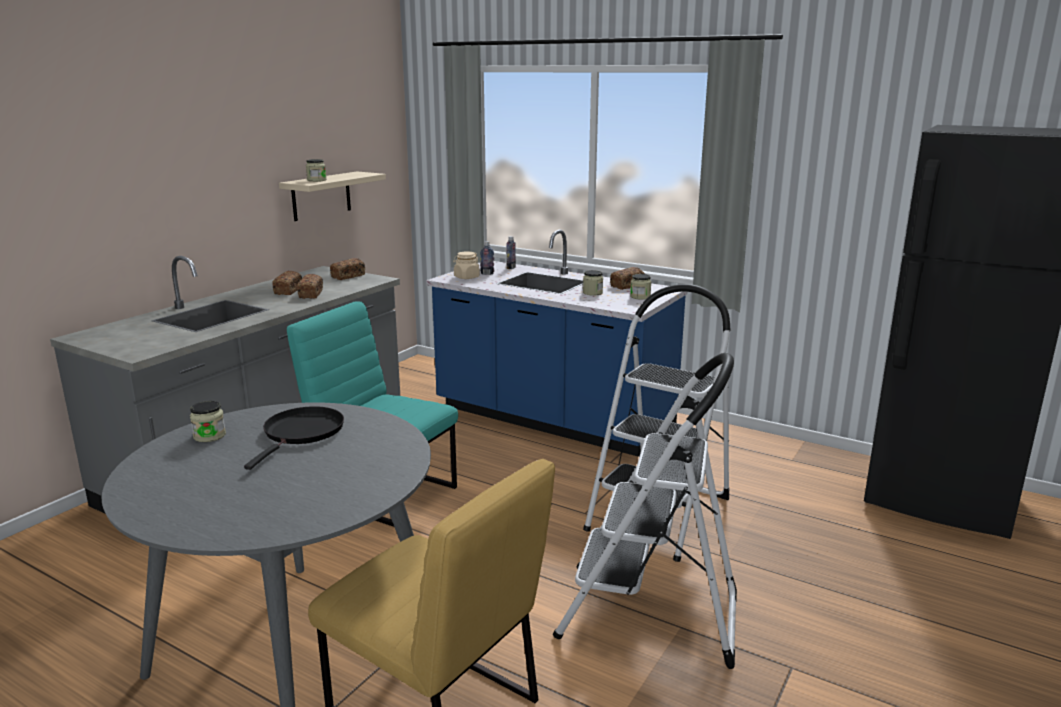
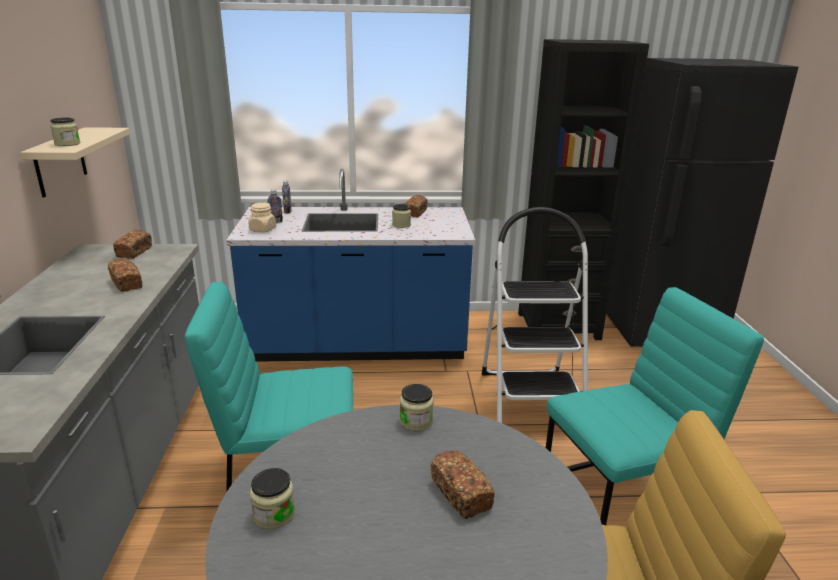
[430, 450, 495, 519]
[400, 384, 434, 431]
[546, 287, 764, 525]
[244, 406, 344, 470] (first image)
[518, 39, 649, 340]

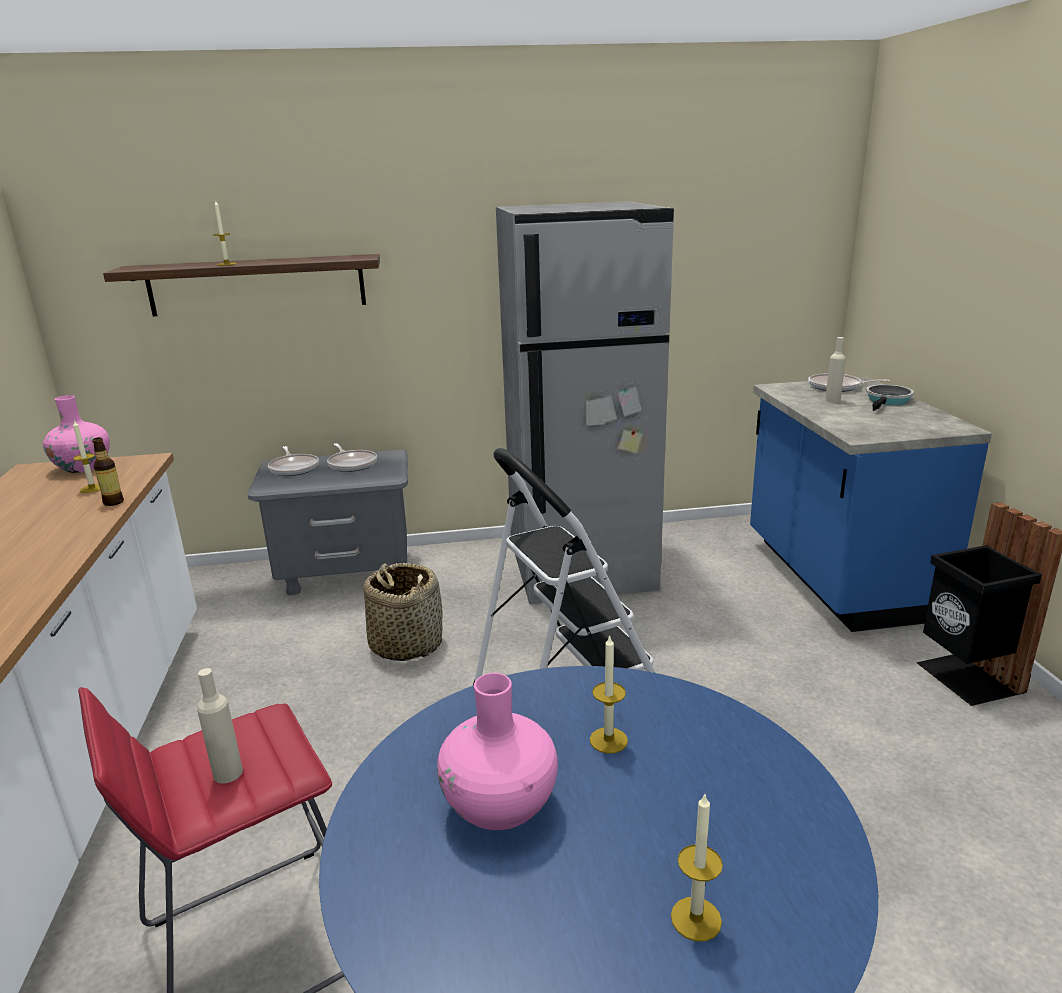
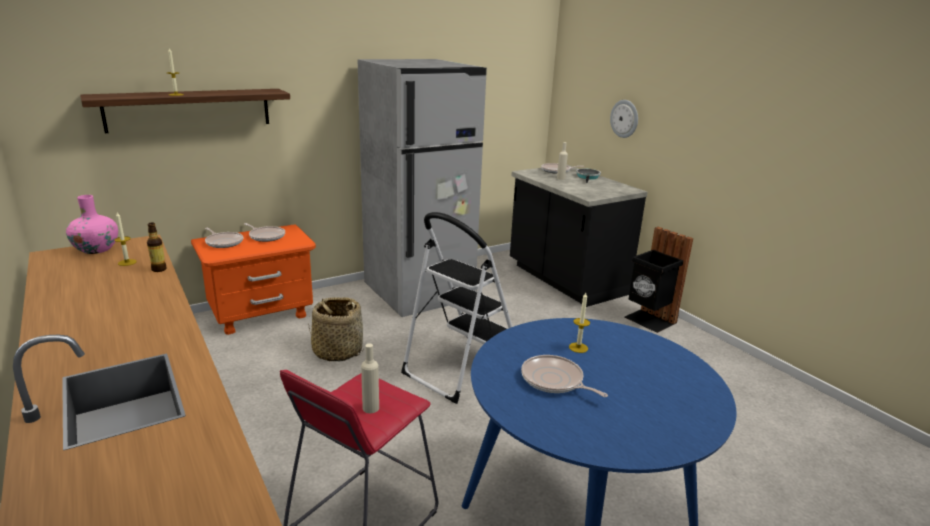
[510, 165, 648, 307]
[191, 224, 316, 335]
[521, 355, 608, 397]
[671, 794, 723, 941] (first image)
[610, 100, 638, 138]

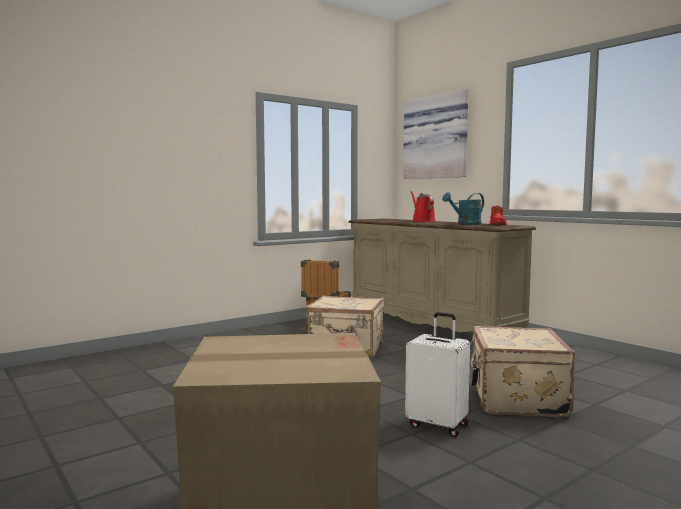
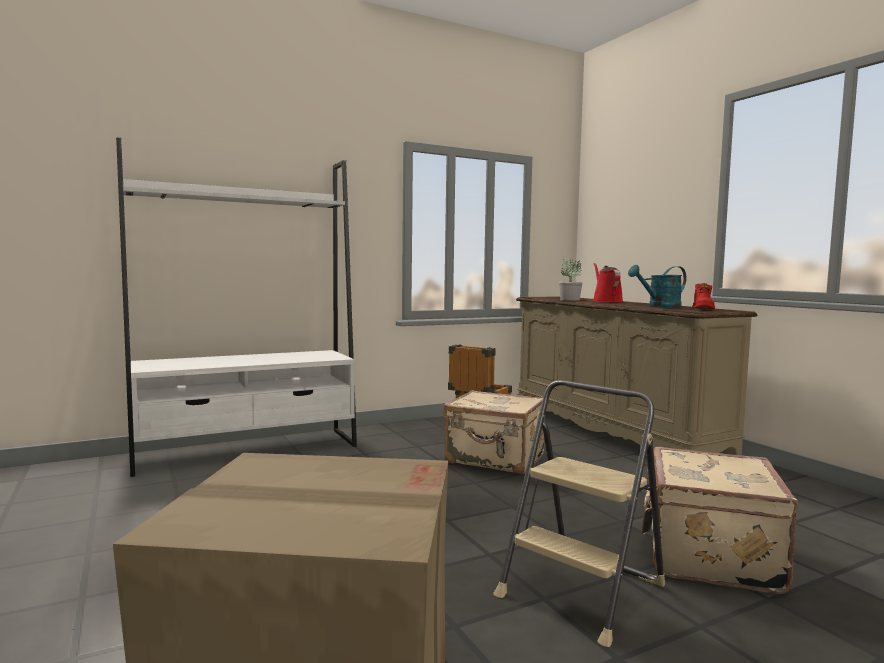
[403, 89, 468, 179] (first image)
[493, 380, 665, 647]
[116, 137, 357, 477]
[559, 259, 582, 301]

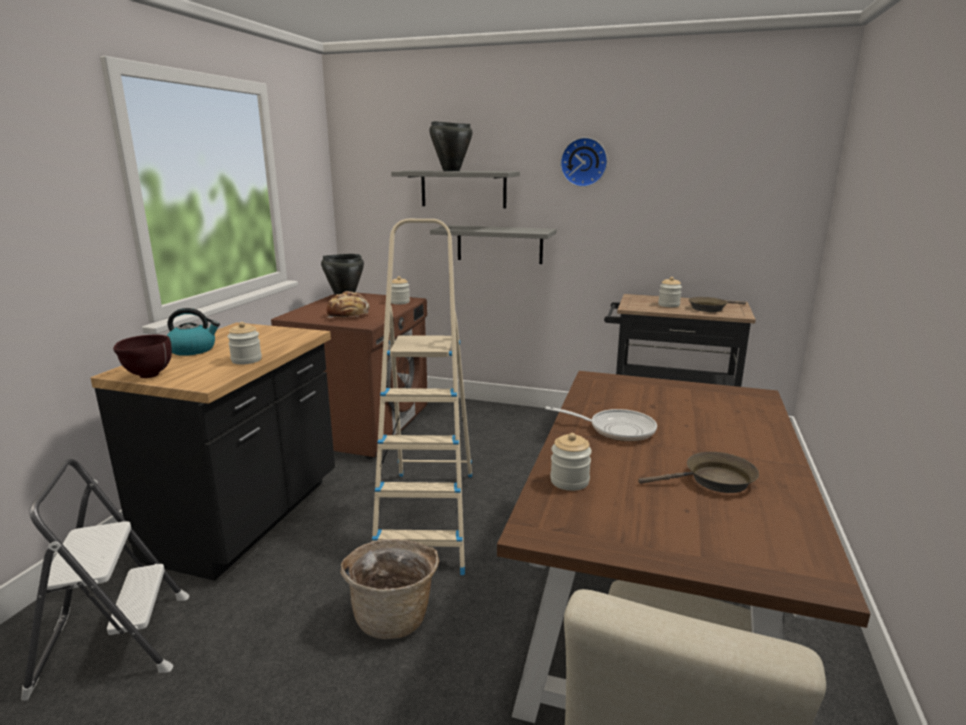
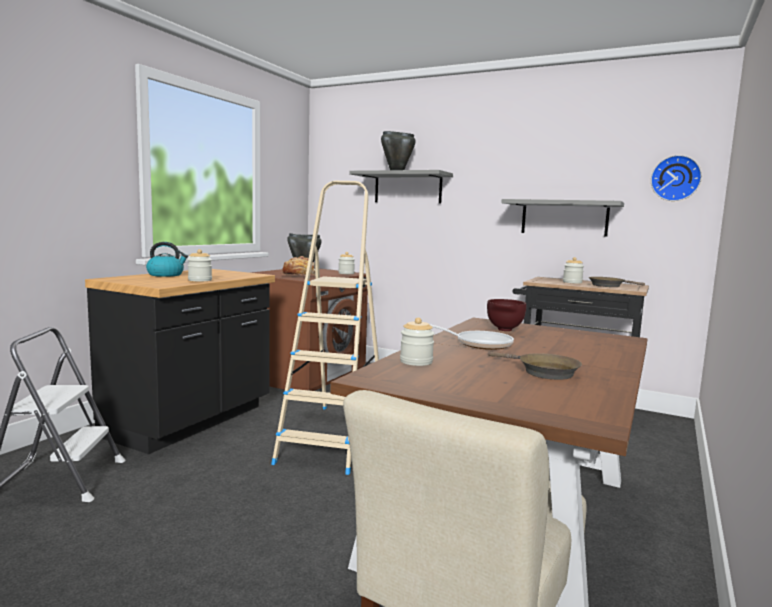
[651, 155, 702, 201]
[501, 199, 624, 237]
[487, 299, 526, 331]
[488, 352, 582, 380]
[340, 539, 439, 639] (first image)

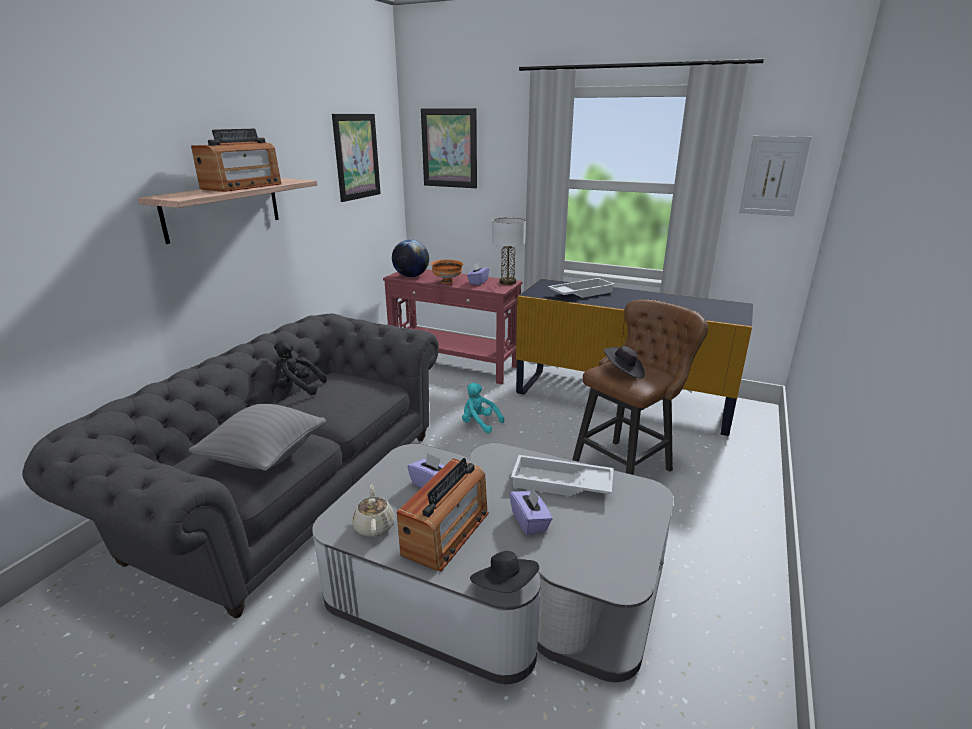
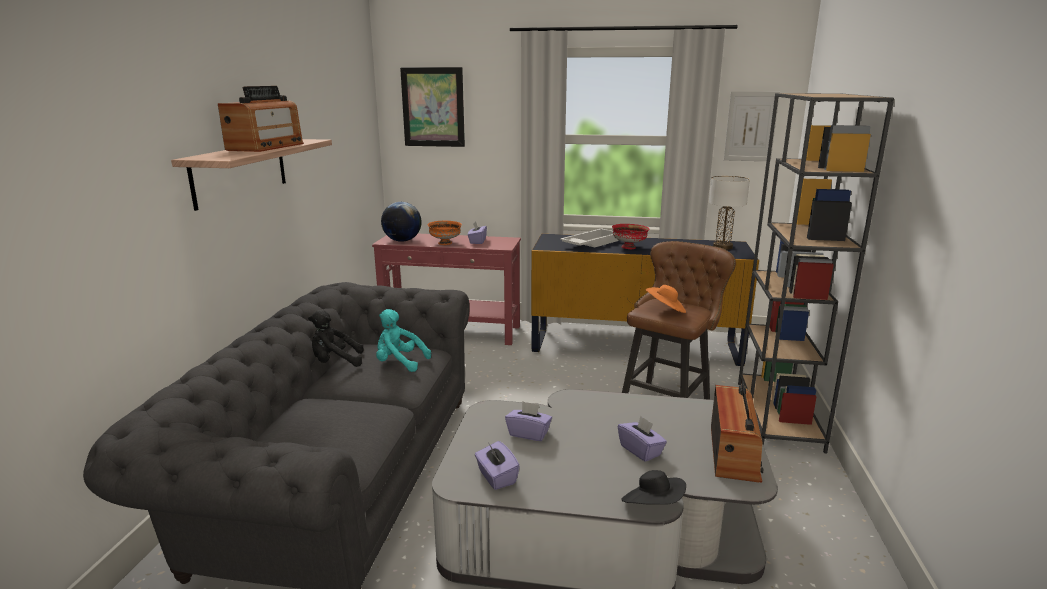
[332, 114, 381, 202] (first image)
[709, 176, 750, 250]
[645, 285, 686, 313]
[376, 309, 431, 372]
[189, 404, 326, 471] (first image)
[511, 455, 614, 496] (first image)
[711, 379, 763, 483]
[475, 441, 520, 490]
[738, 93, 894, 454]
[612, 224, 649, 249]

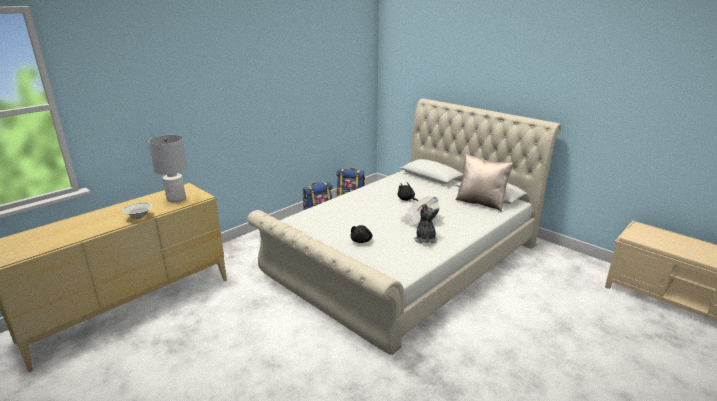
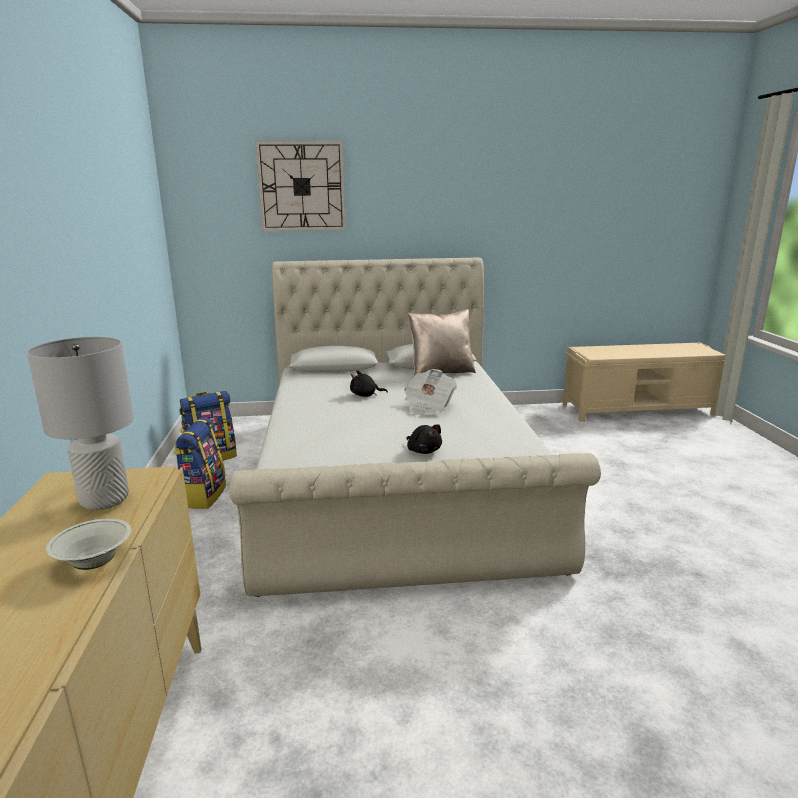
[414, 203, 439, 243] (first image)
[255, 141, 346, 231]

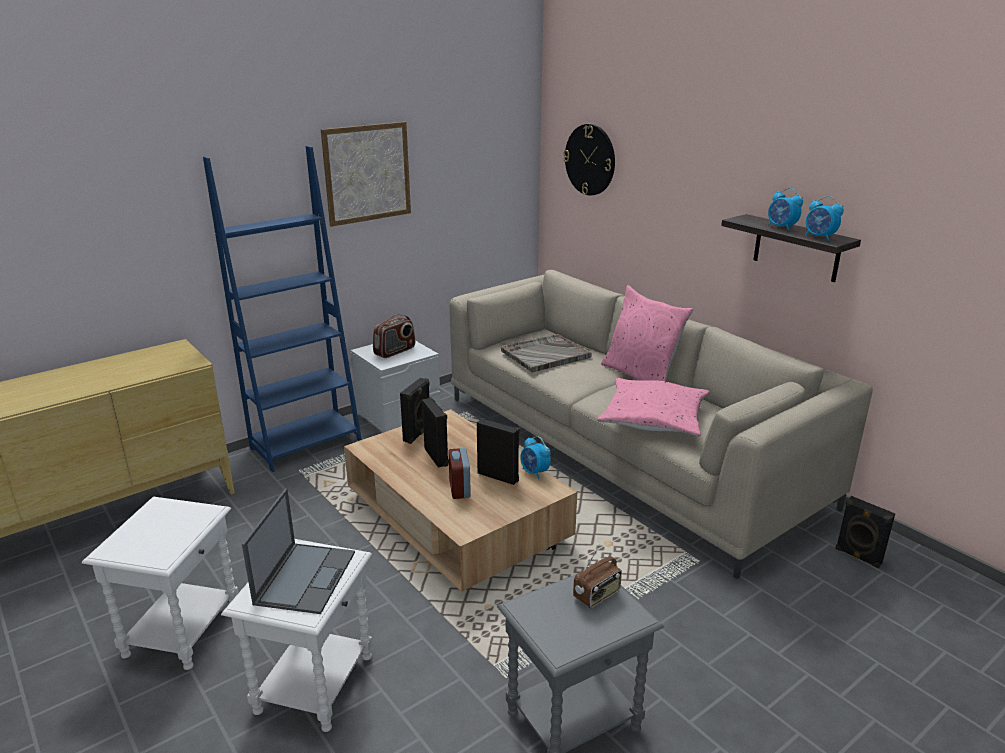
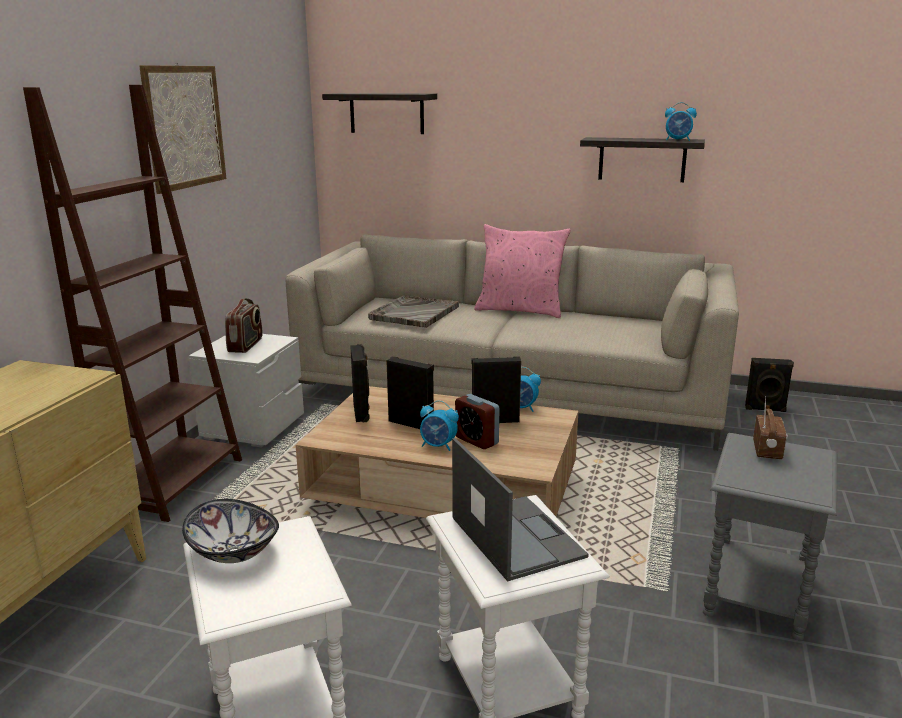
[322, 93, 437, 134]
[23, 85, 242, 522]
[420, 400, 459, 451]
[597, 378, 710, 436] (first image)
[182, 499, 279, 563]

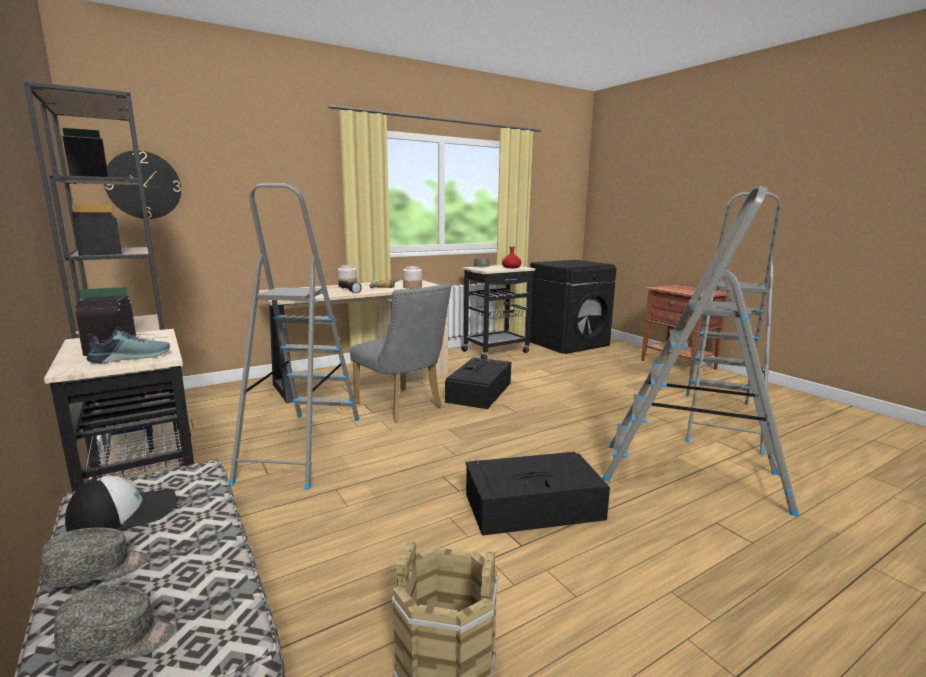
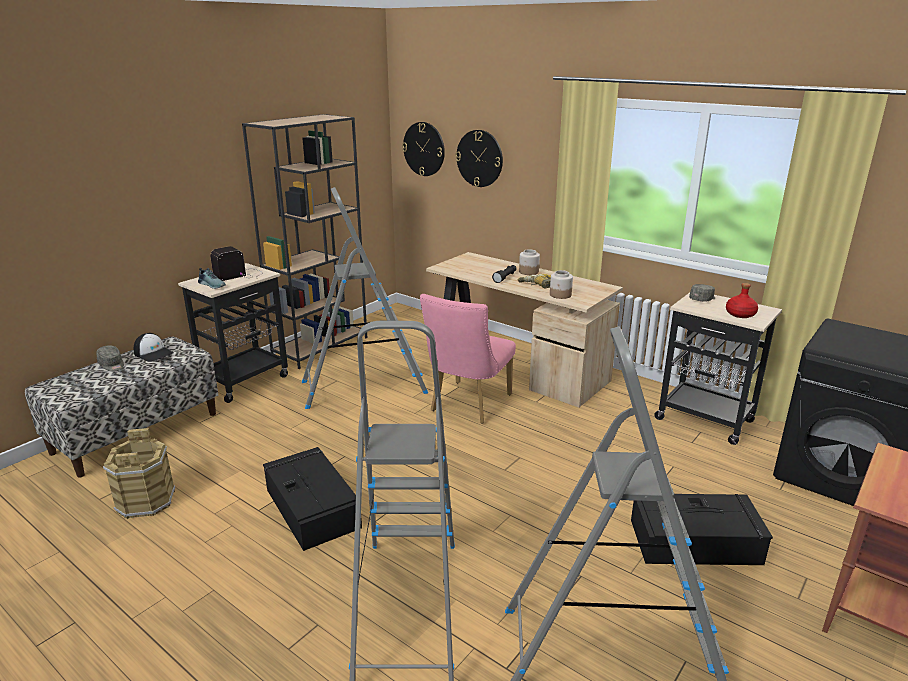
[420, 294, 516, 424]
[631, 494, 773, 565]
[54, 585, 174, 662] (first image)
[456, 130, 503, 187]

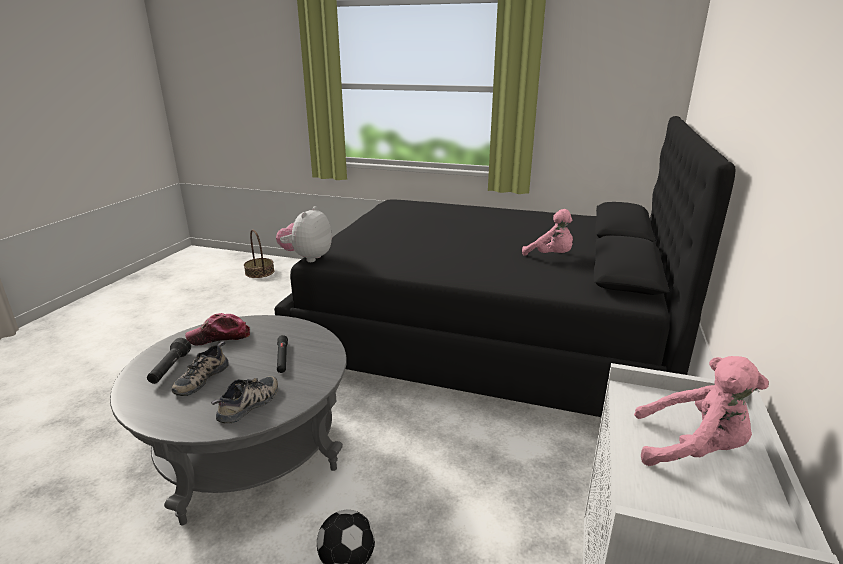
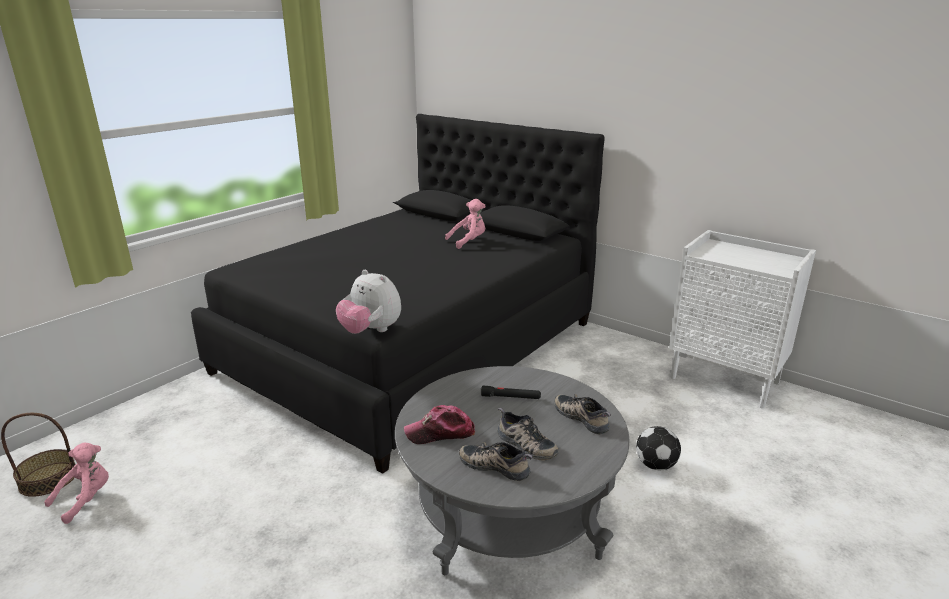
[404, 405, 475, 444]
[459, 442, 533, 481]
[44, 443, 109, 524]

